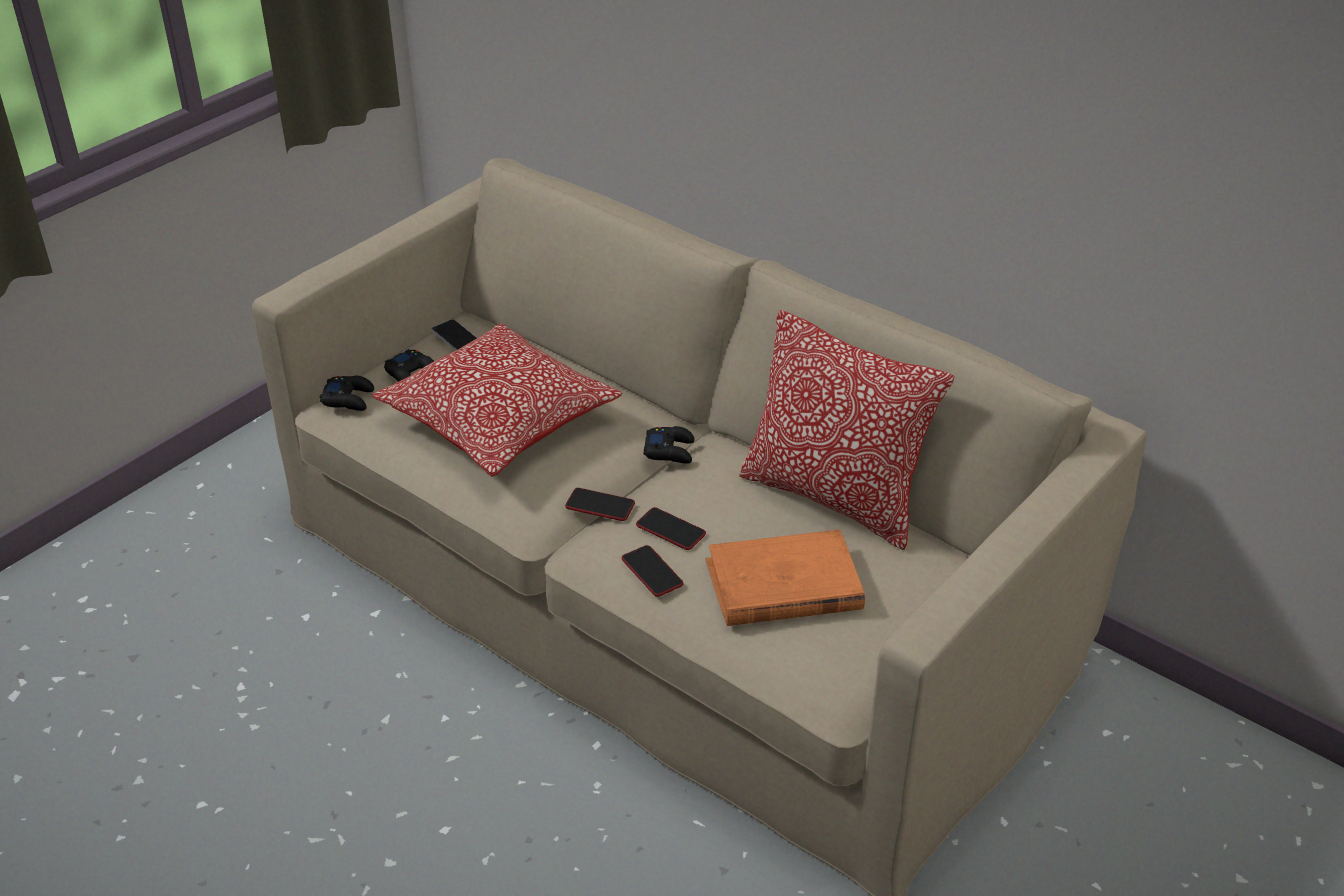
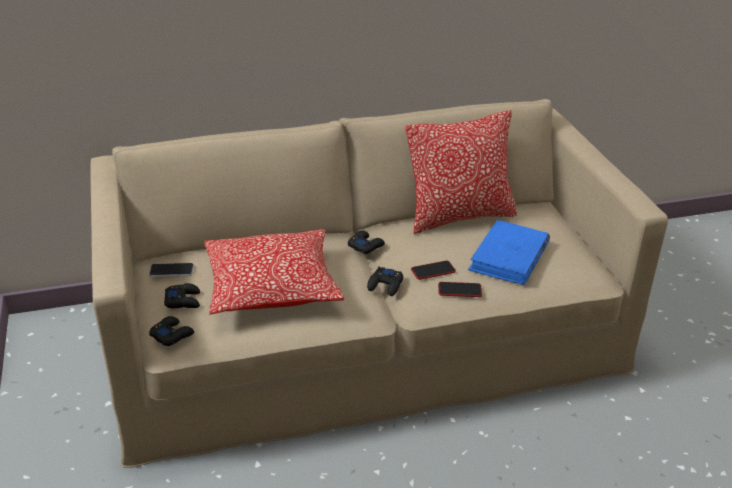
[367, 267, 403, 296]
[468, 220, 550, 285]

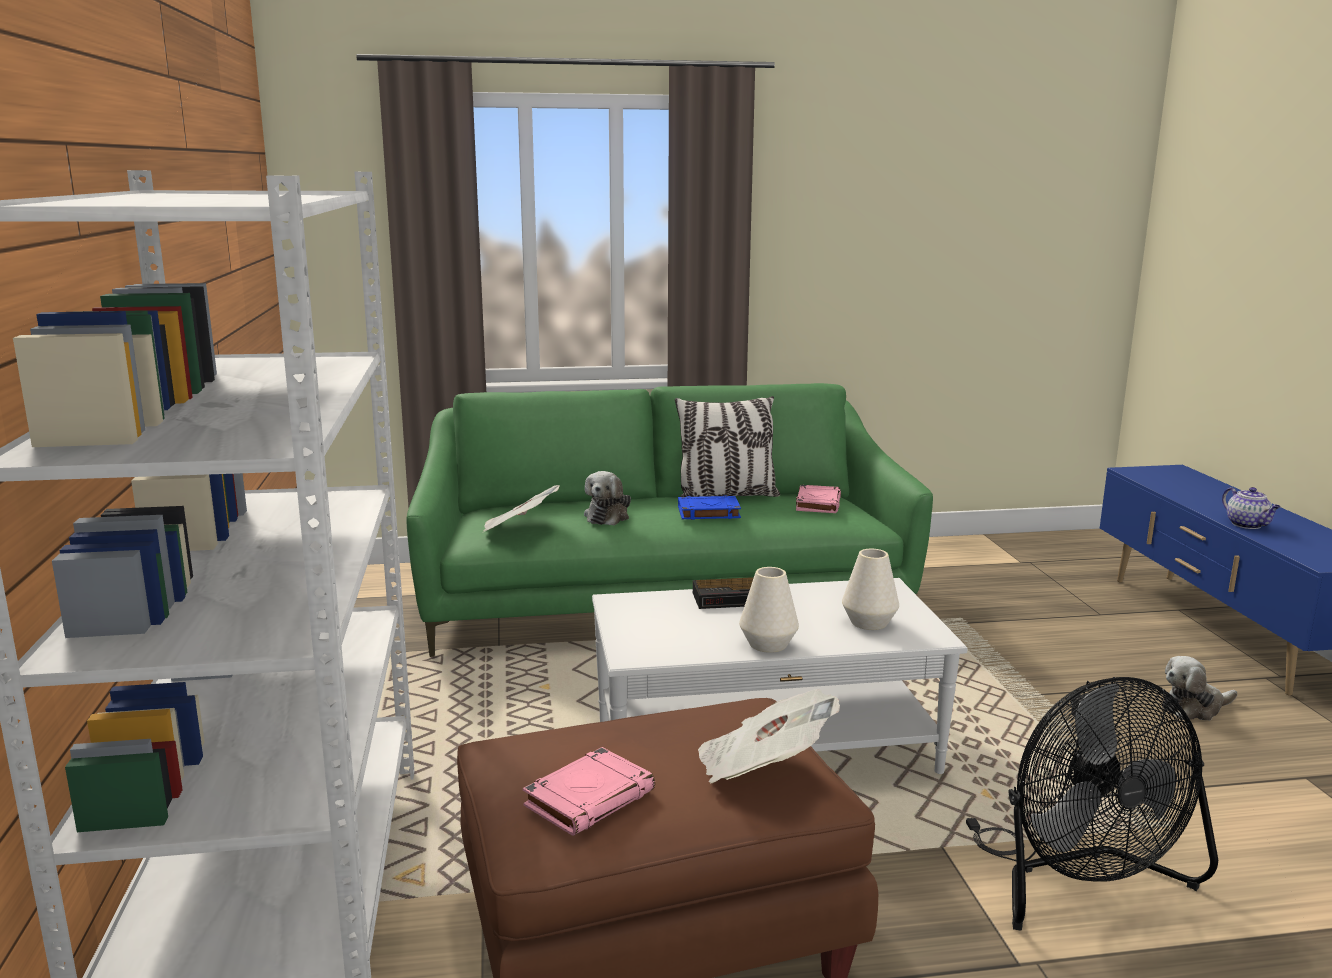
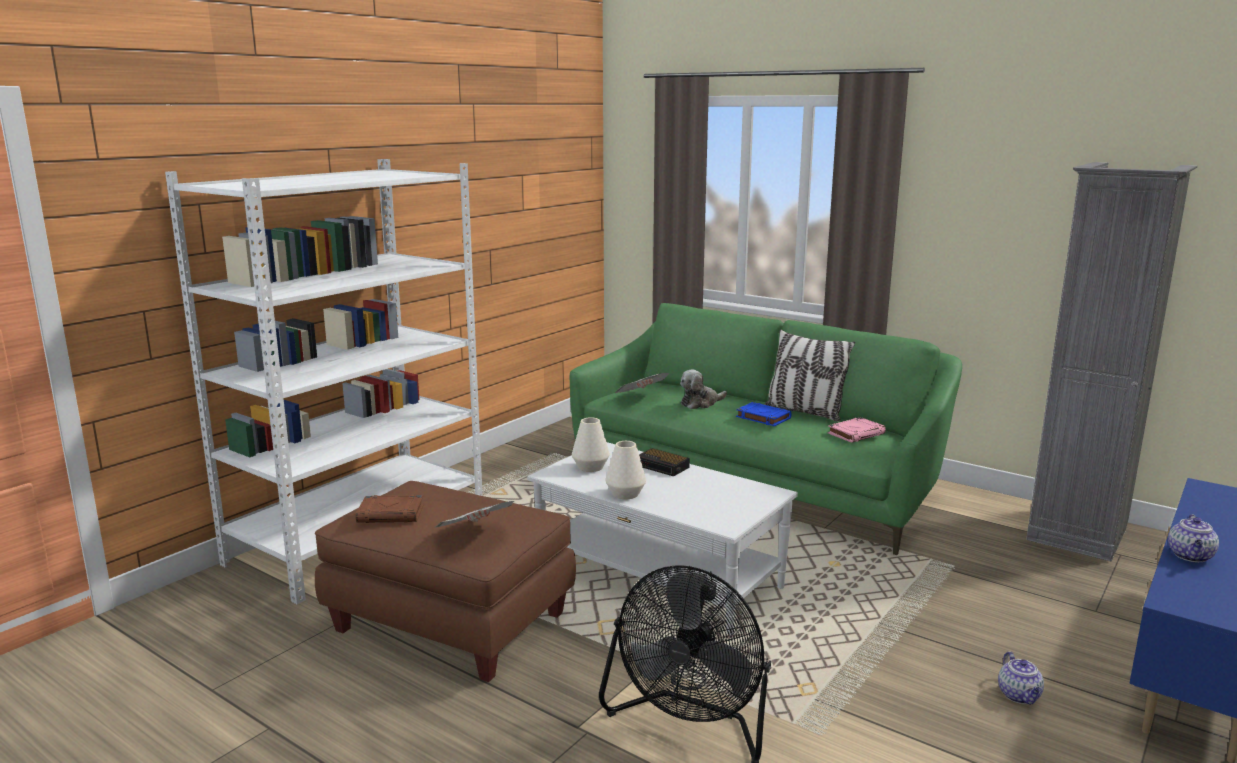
[572, 417, 610, 472]
[998, 651, 1044, 704]
[356, 495, 424, 523]
[1026, 162, 1198, 561]

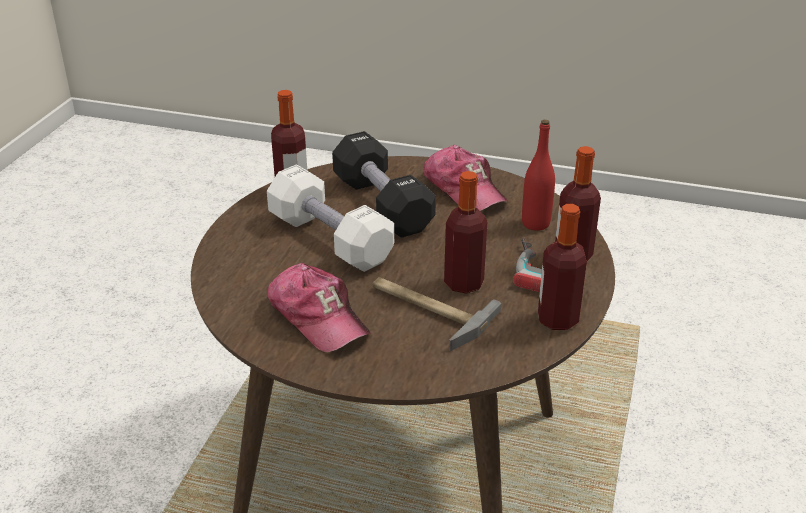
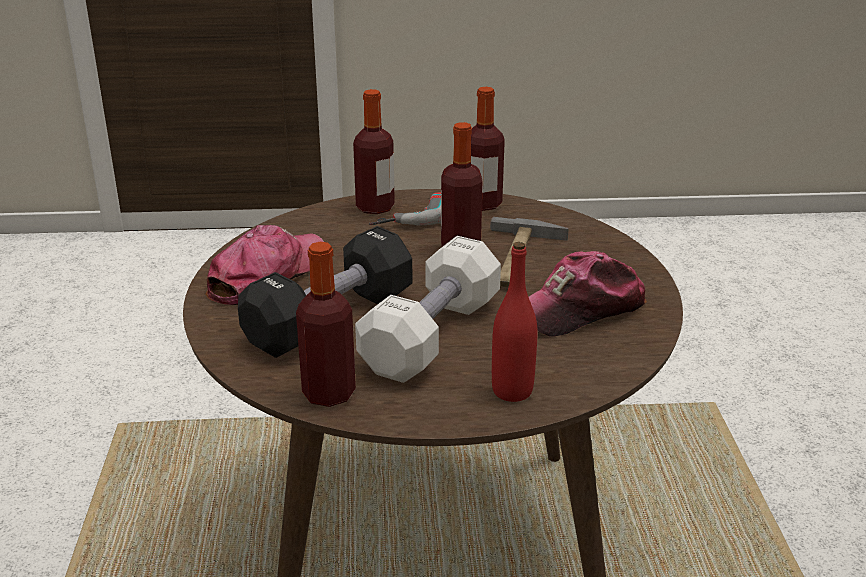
[492, 242, 537, 402]
[529, 251, 647, 337]

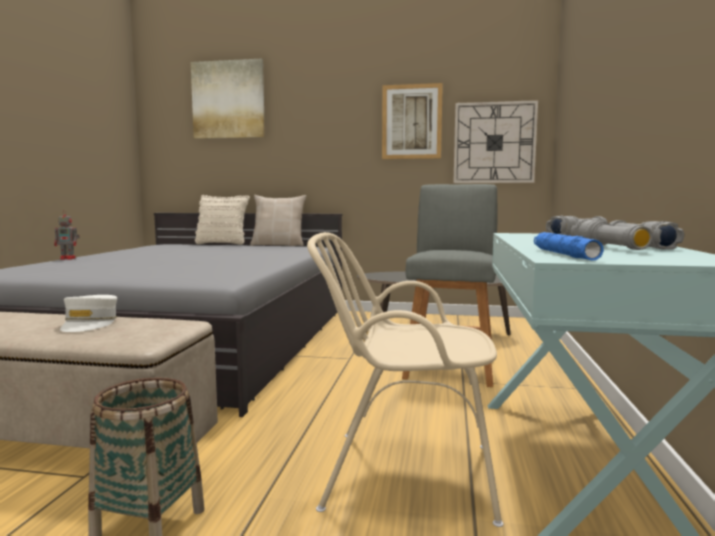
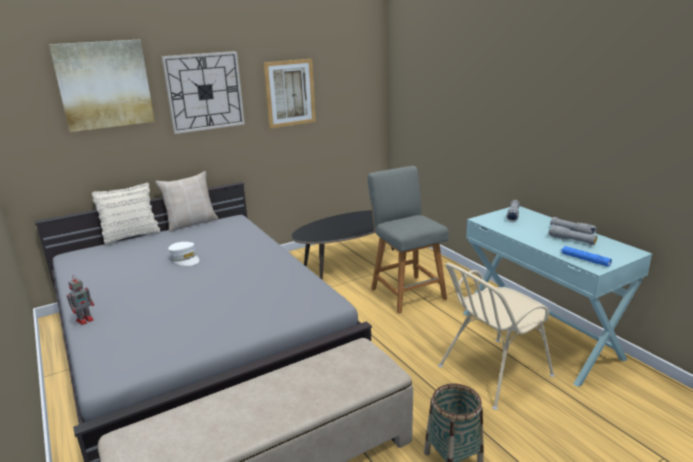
[162, 51, 245, 134]
[168, 242, 199, 266]

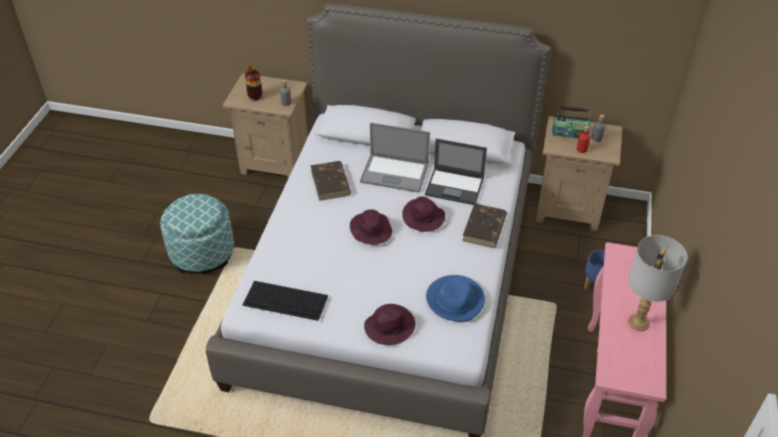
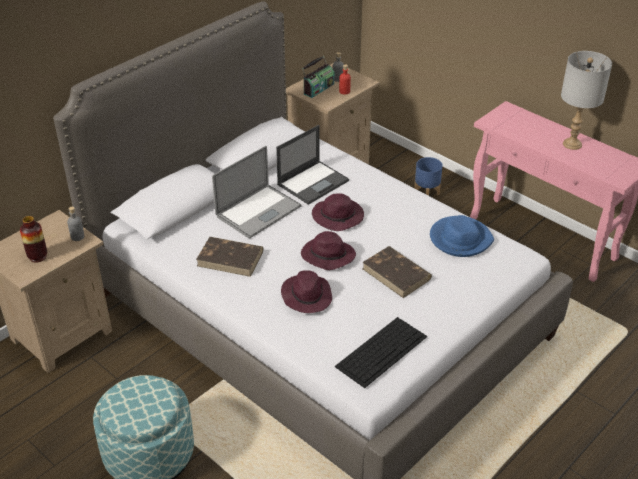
[363, 246, 432, 298]
[281, 271, 332, 313]

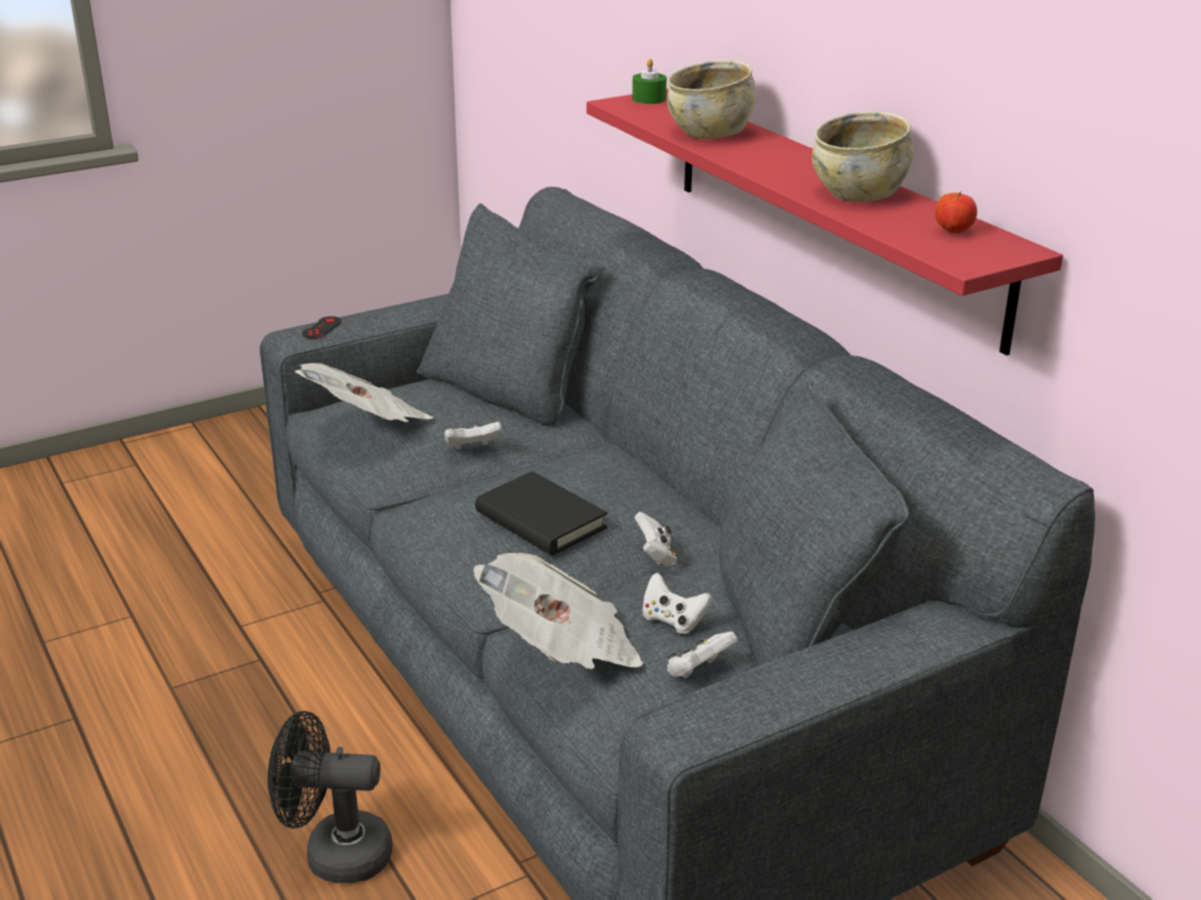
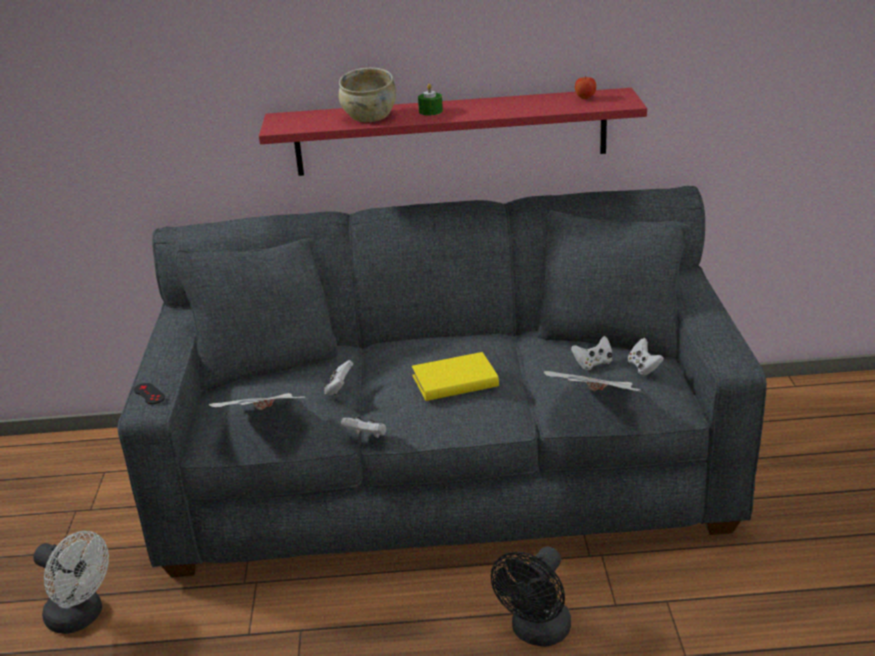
[418, 83, 443, 116]
[812, 111, 914, 202] (first image)
[412, 352, 499, 401]
[341, 417, 386, 438]
[33, 531, 109, 634]

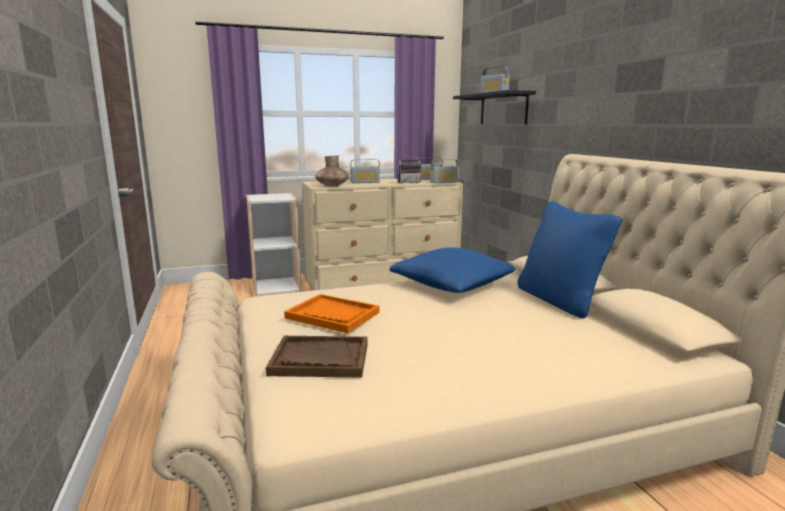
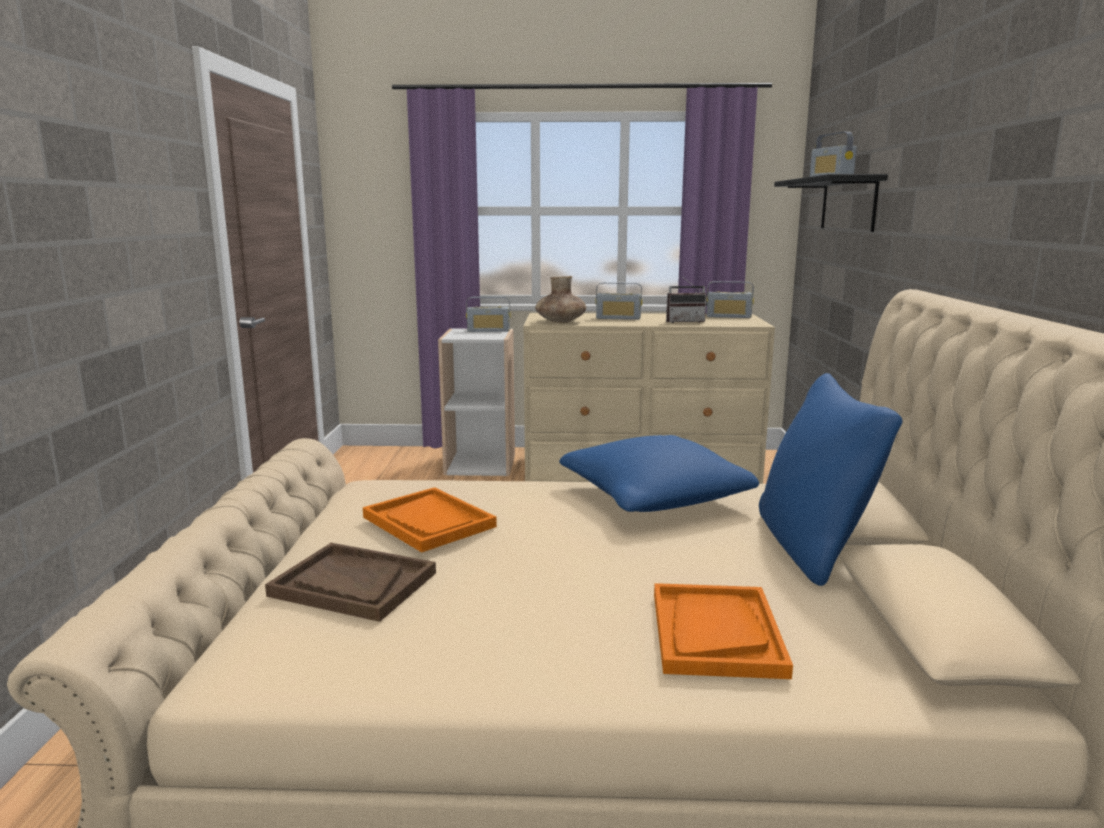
[466, 297, 511, 332]
[654, 583, 793, 679]

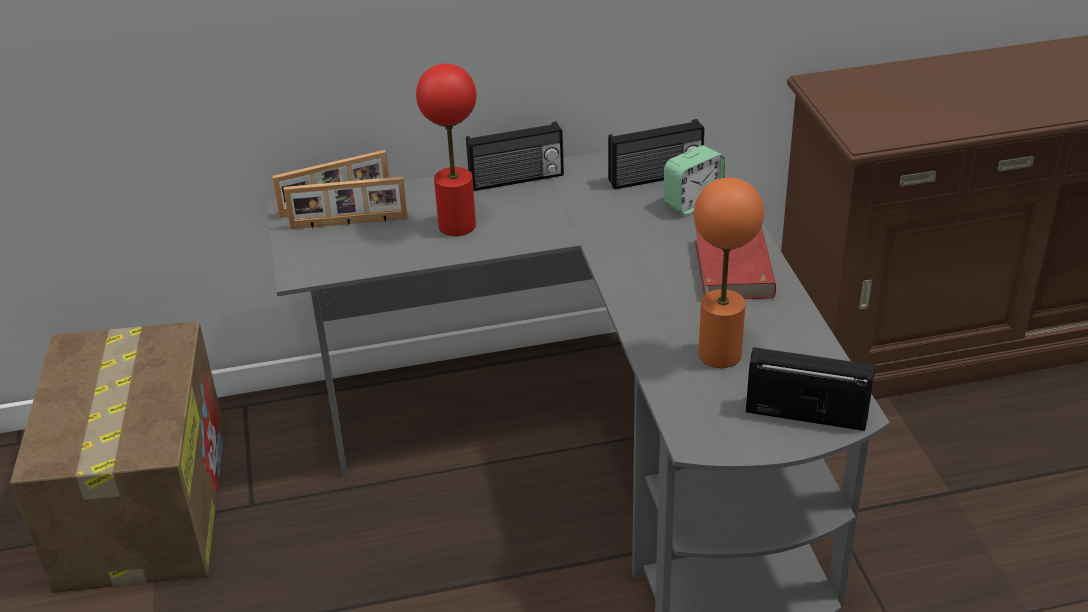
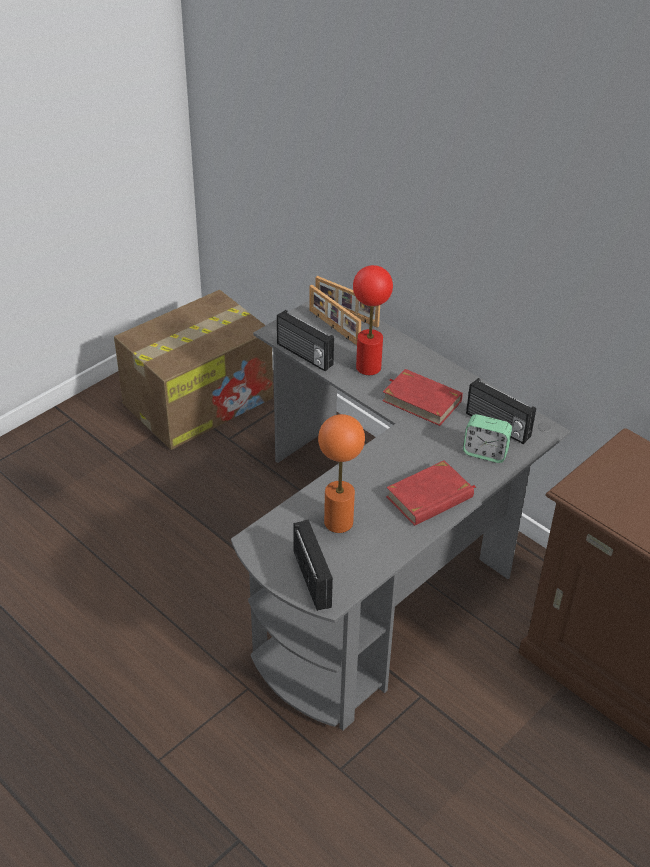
[277, 310, 334, 371]
[382, 369, 463, 426]

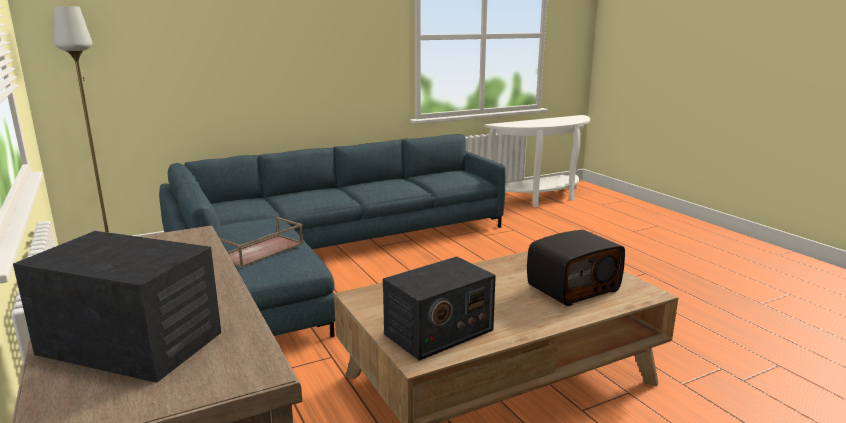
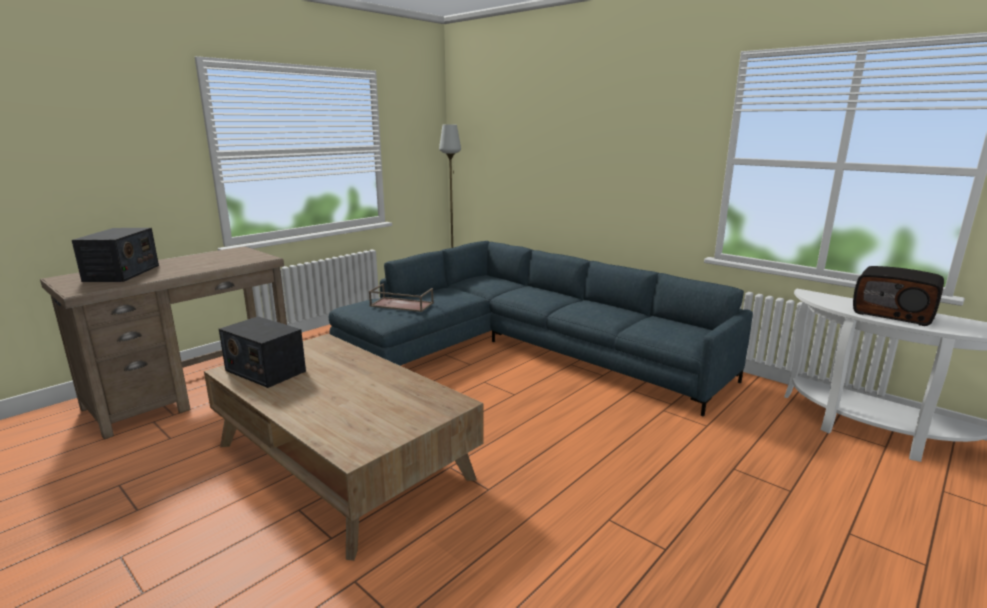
[853, 266, 944, 326]

